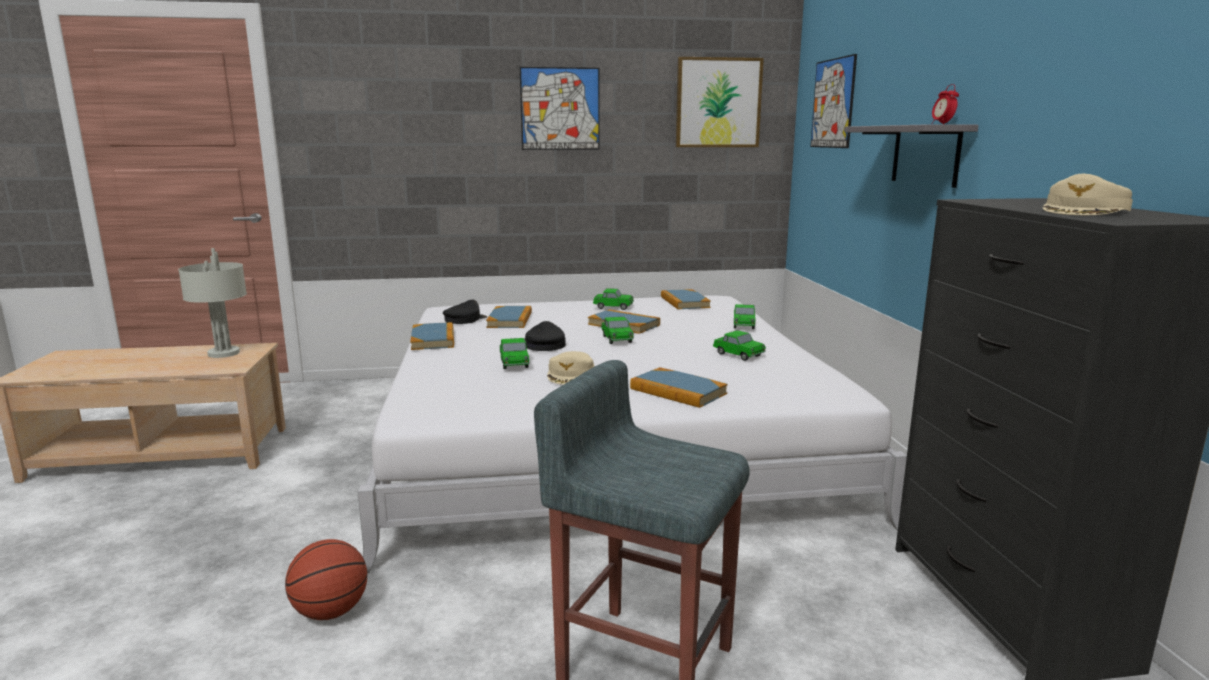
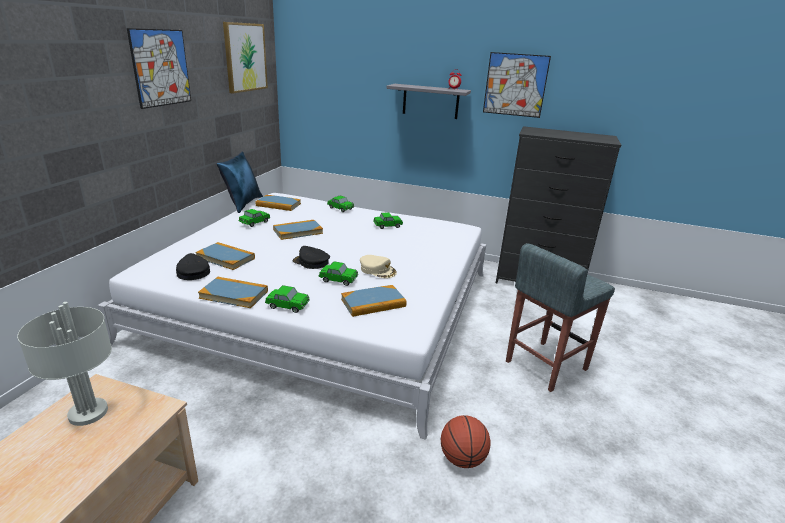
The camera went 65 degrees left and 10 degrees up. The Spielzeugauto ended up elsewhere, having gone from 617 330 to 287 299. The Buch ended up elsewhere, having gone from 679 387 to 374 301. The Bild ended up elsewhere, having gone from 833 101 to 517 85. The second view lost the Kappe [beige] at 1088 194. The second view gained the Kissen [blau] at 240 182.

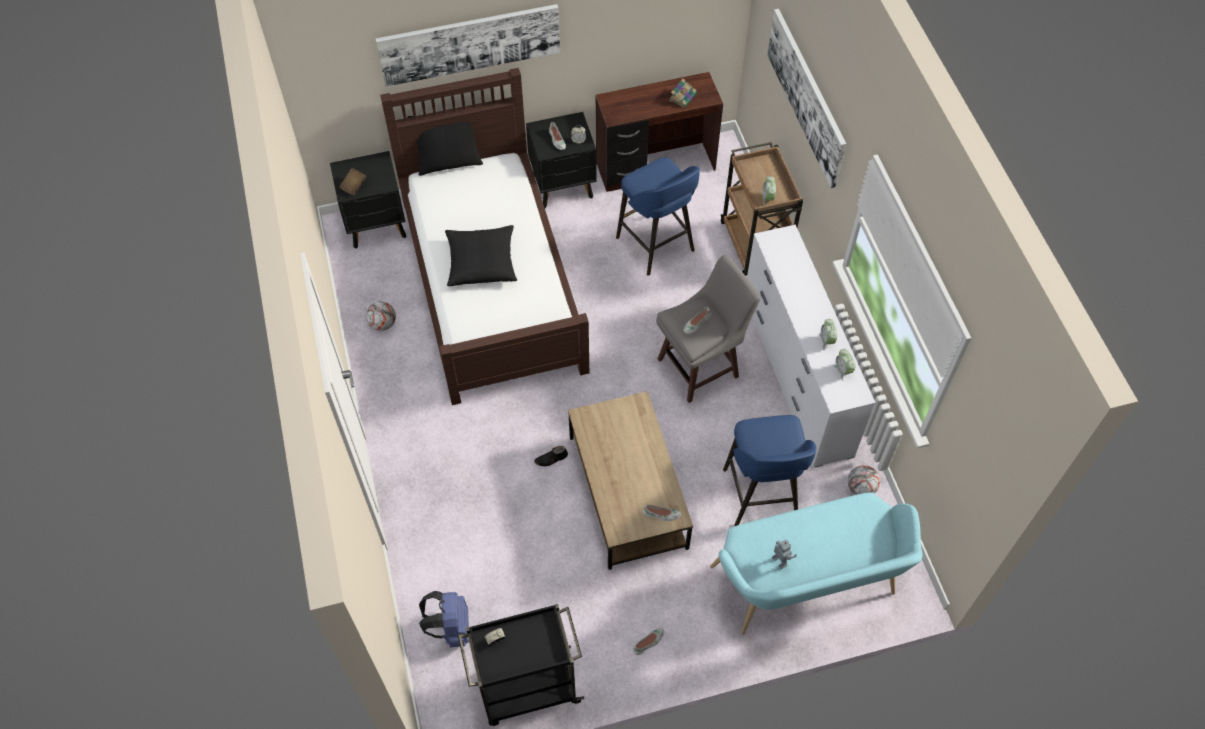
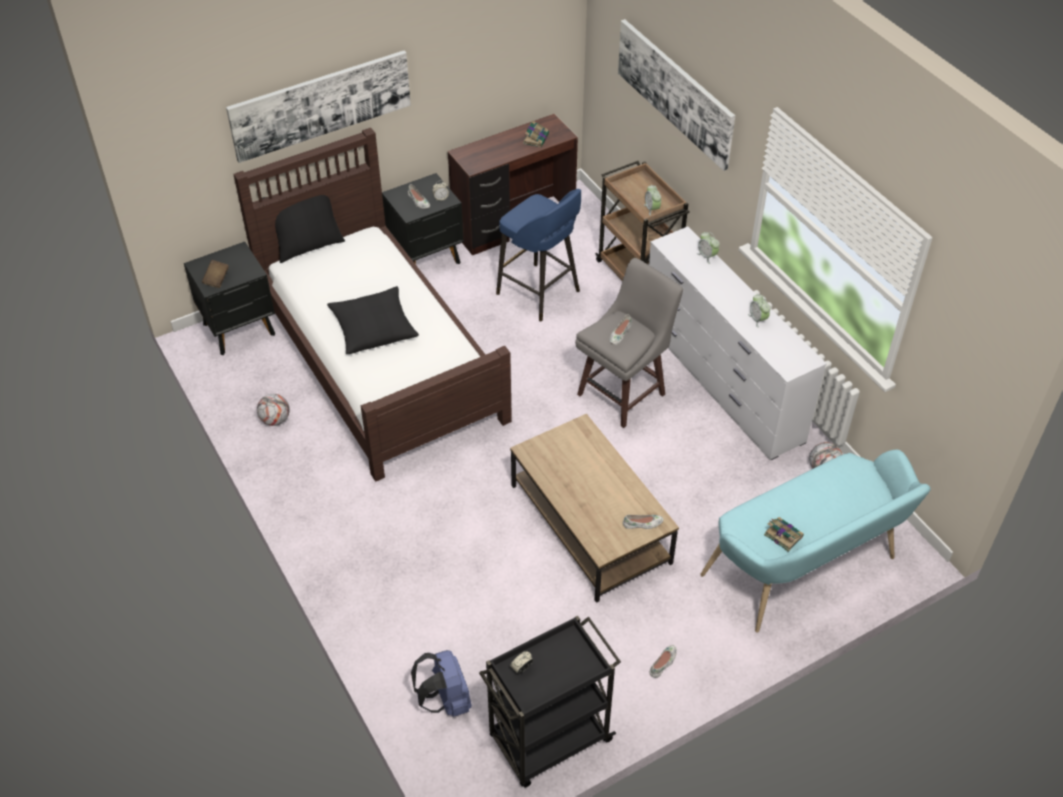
The camera went 15 degrees left and 10 degrees down. The second view lost the Schuh [schwarz] at 551 456. The second view lost the Hocker [blau] at 769 470. Where the Spielzeugroboter stood at 784 554, the Buch came to stand at 784 534. The Wecker ended up elsewhere, having gone from 845 364 to 708 248.

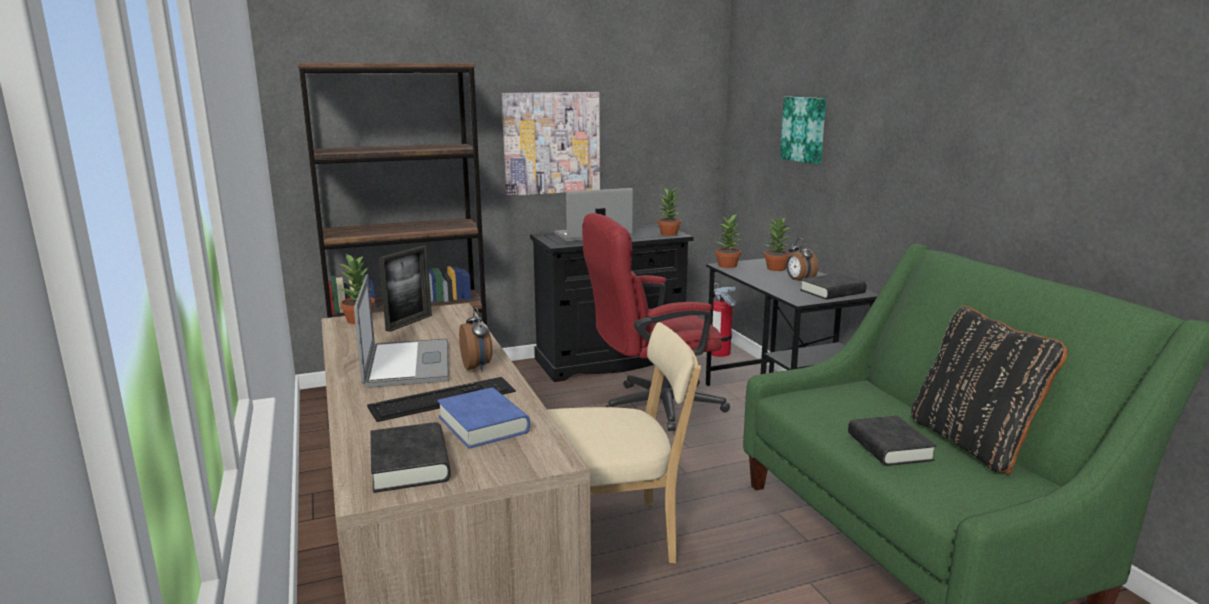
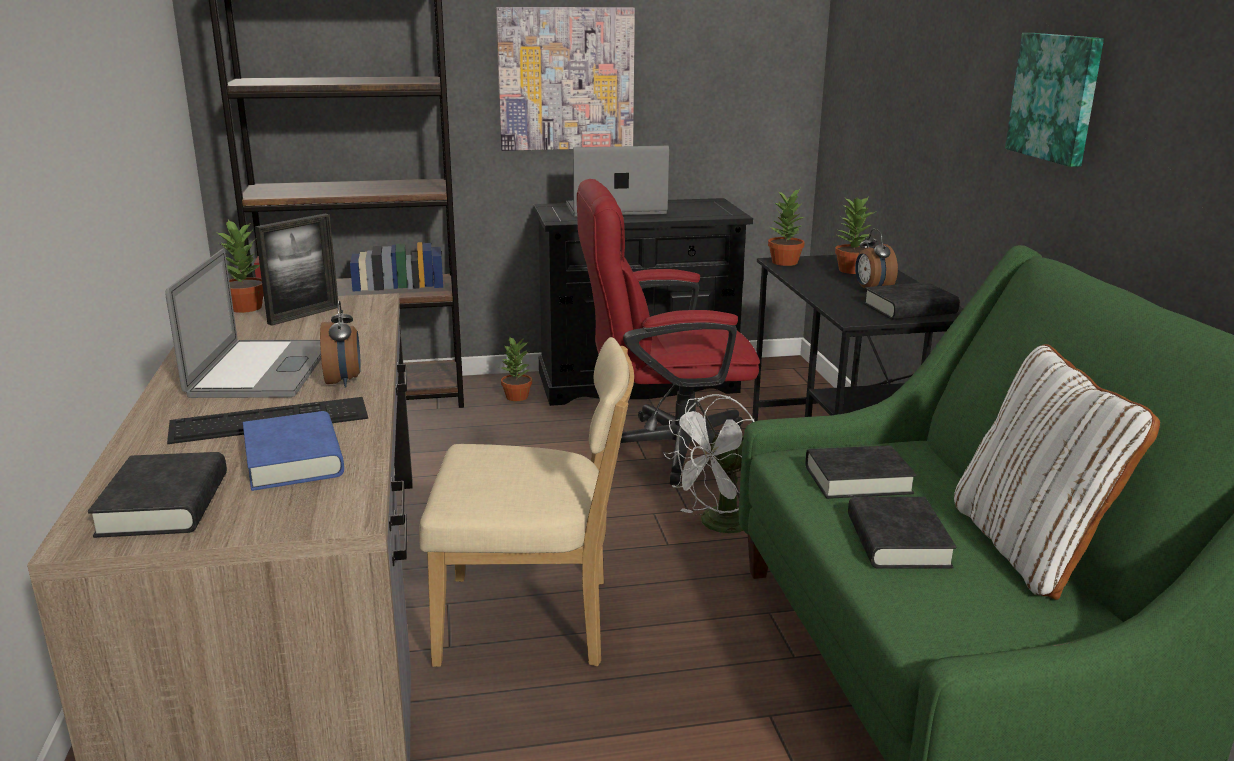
The camera went 10 degrees right and 5 degrees up. The Topfpflanze ended up elsewhere, having gone from 669 212 to 516 368. The second view lost the Feuerlöscher at 722 320. The Bild ended up elsewhere, having gone from 803 131 to 1054 100. What was the Kissen [schwarz] at 989 390 turned into the Kissen [weiß] at 1057 472. The second view gained the Ventilator [weiß] at 709 463. The second view gained the Buch [schwarz] at 860 472.

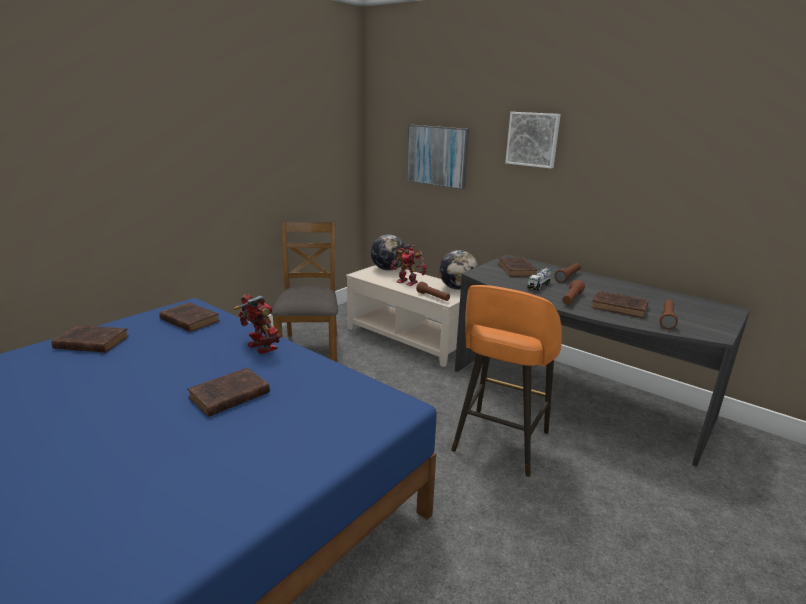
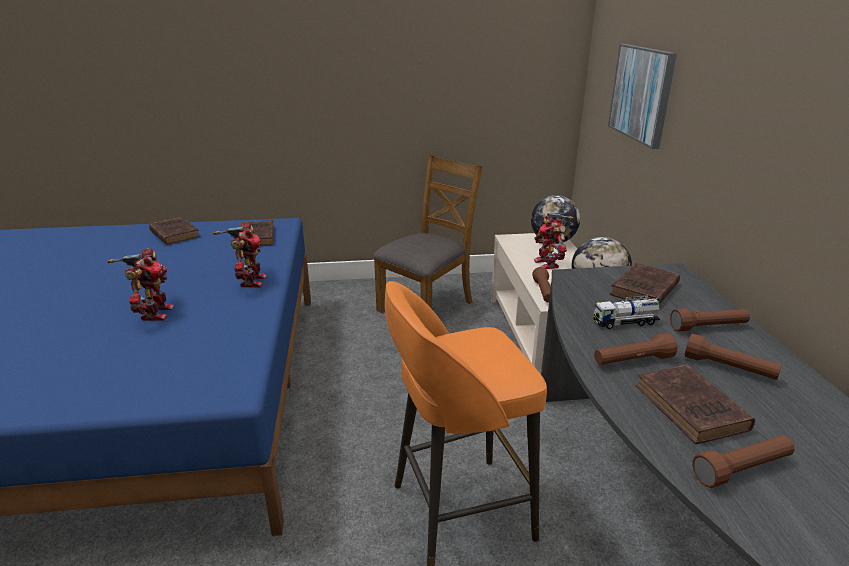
The camera went 45 degrees right and 5 degrees up. Where the Buch [braun] stood at 228 392, the Spielzeugroboter came to stand at 141 284. The second view lost the Bild at 533 140. The second view gained the Taschenlampe [braun] at 733 356.

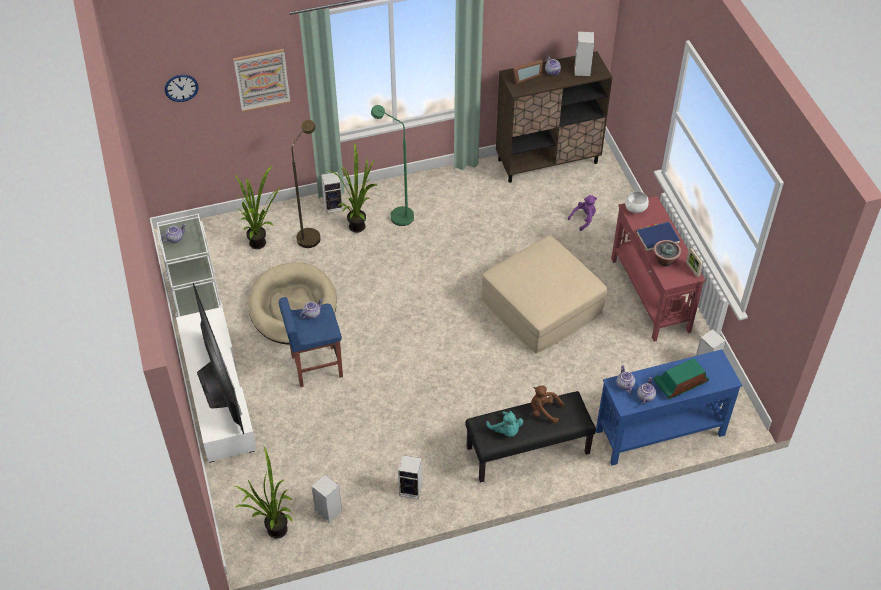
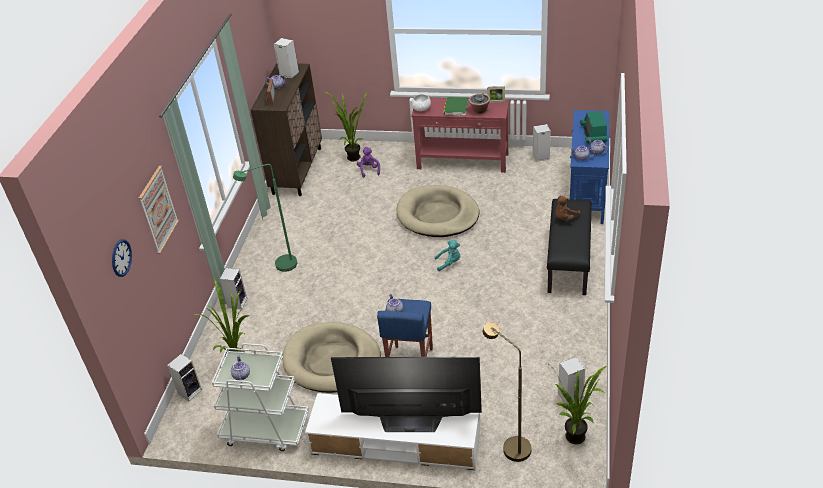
The camera went 60 degrees left and 10 degrees down. The Stehlampe [braun] ended up elsewhere, having gone from 305 184 to 507 392. The Topfpflanze ended up elsewhere, having gone from 353 188 to 346 126. The Lautsprecher ended up elsewhere, having gone from 410 477 to 184 377. Where the Polsterhocker [beige] stood at 544 295, the Hundebett [beige] came to stand at 438 211. The Plüschtier [türkis] ended up elsewhere, having gone from 504 424 to 447 255. What was the Buch [blau] at 658 236 turned into the Buch [grün] at 456 106.

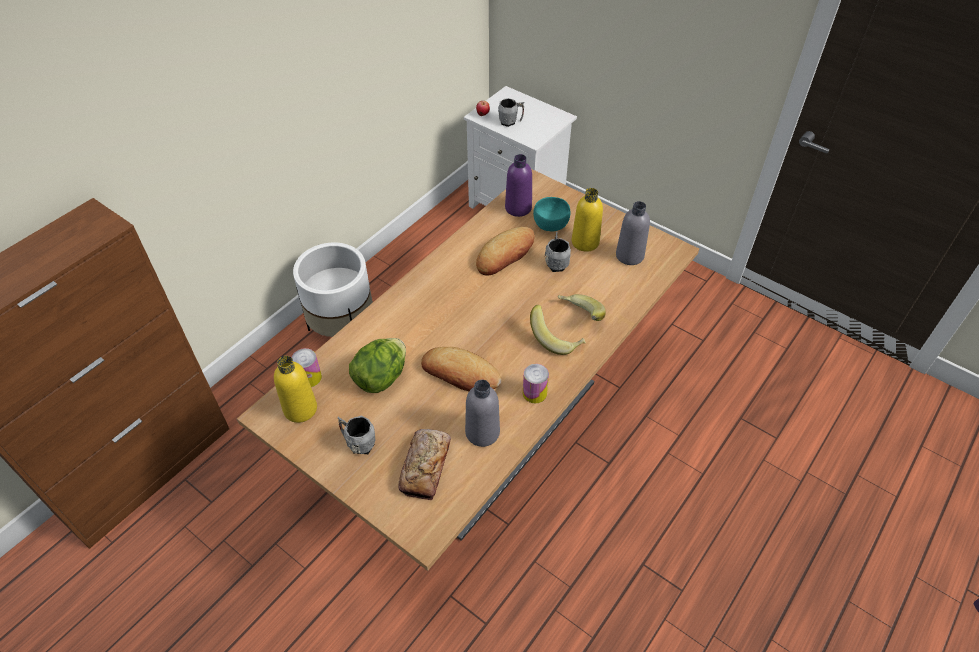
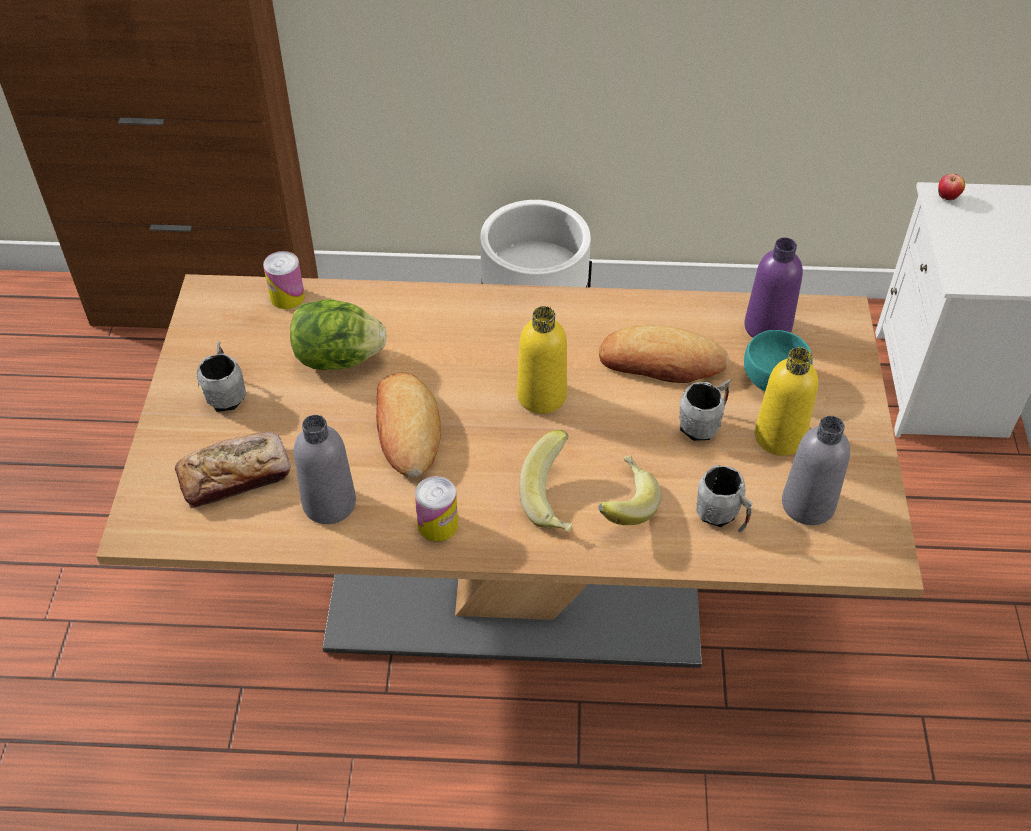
The camera went 55 degrees right and 0 degrees up. The Flasche [gelb] ended up elsewhere, having gone from 295 389 to 542 360. The Henkelbecher [grau] ended up elsewhere, having gone from 511 112 to 724 498.

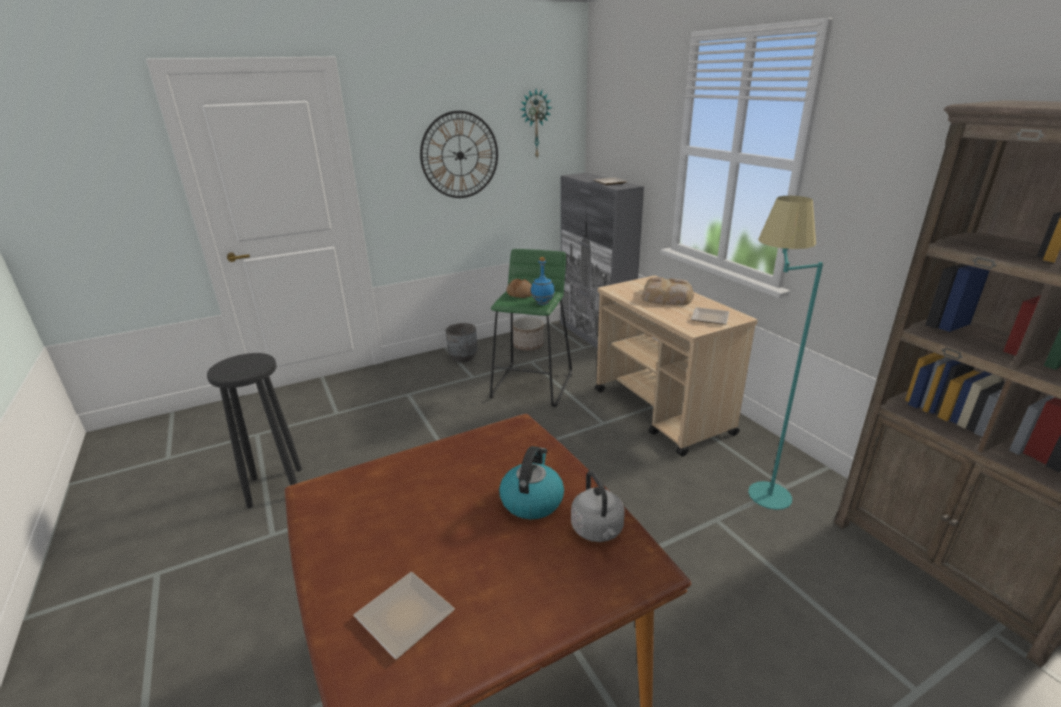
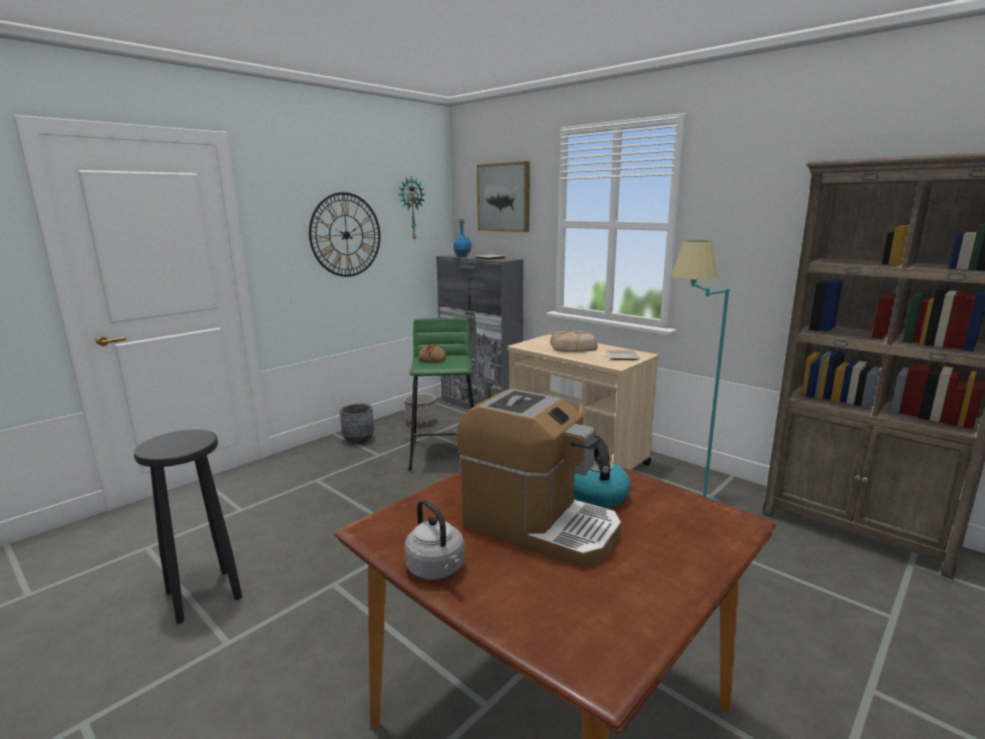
The camera went 20 degrees left and 10 degrees down. The second view lost the Teller at 404 615. The Flasche [blau] ended up elsewhere, having gone from 543 281 to 462 238. The Wasserkessel [grau] ended up elsewhere, having gone from 597 506 to 434 539. The second view gained the Kaffeemaschine at 539 478. The second view gained the Bild at 503 196.

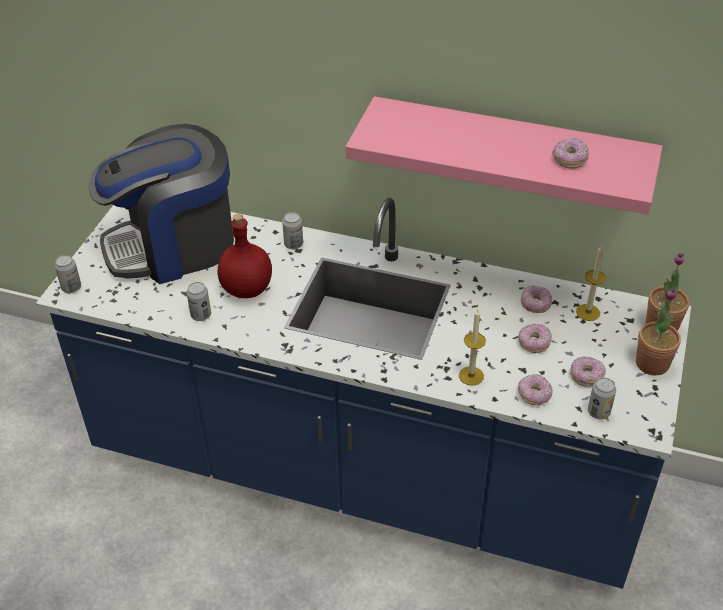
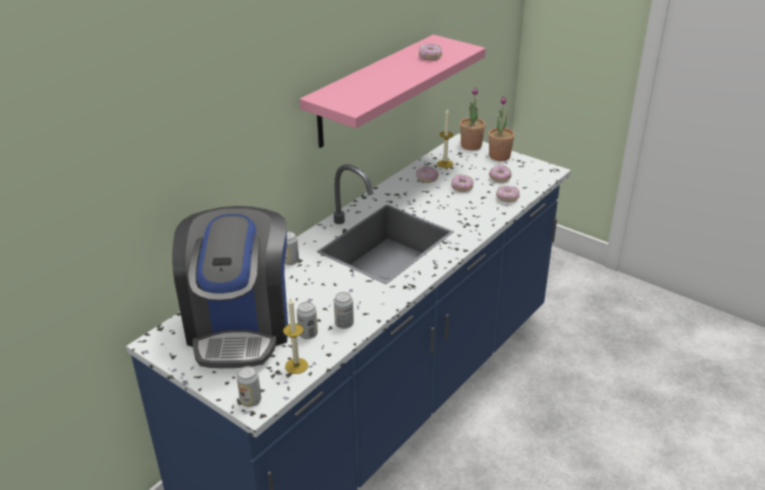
The camera went 70 degrees left and 10 degrees down. The second view lost the Flasche [rot] at 245 256. The Kerze ended up elsewhere, having gone from 472 347 to 295 335. The Dose ended up elsewhere, having gone from 602 398 to 307 320.

